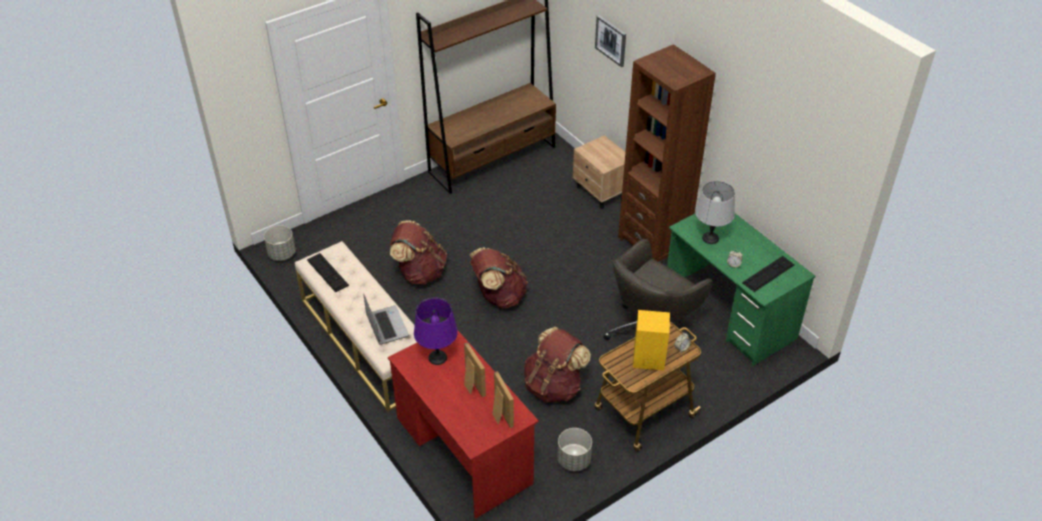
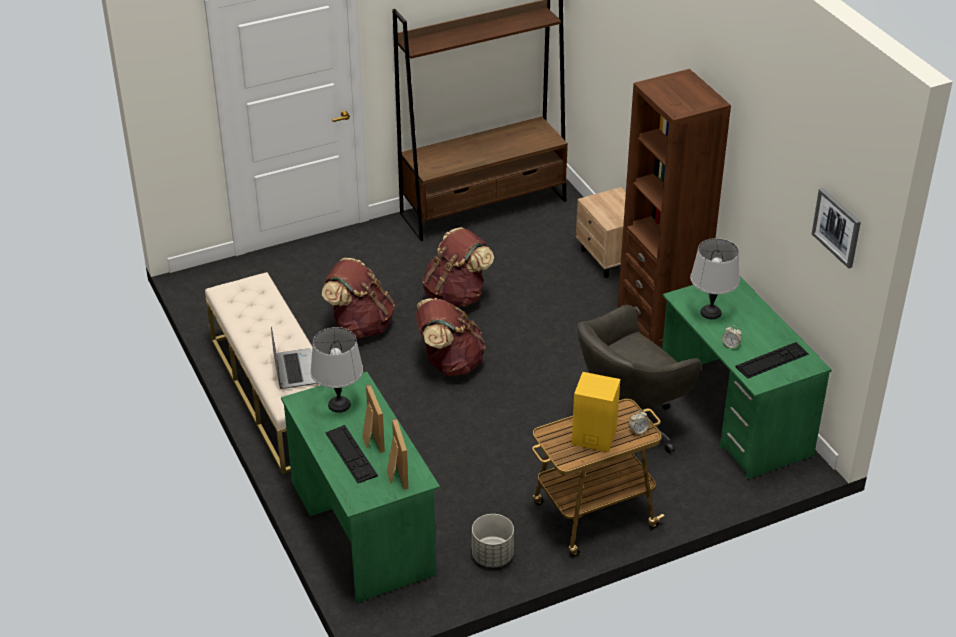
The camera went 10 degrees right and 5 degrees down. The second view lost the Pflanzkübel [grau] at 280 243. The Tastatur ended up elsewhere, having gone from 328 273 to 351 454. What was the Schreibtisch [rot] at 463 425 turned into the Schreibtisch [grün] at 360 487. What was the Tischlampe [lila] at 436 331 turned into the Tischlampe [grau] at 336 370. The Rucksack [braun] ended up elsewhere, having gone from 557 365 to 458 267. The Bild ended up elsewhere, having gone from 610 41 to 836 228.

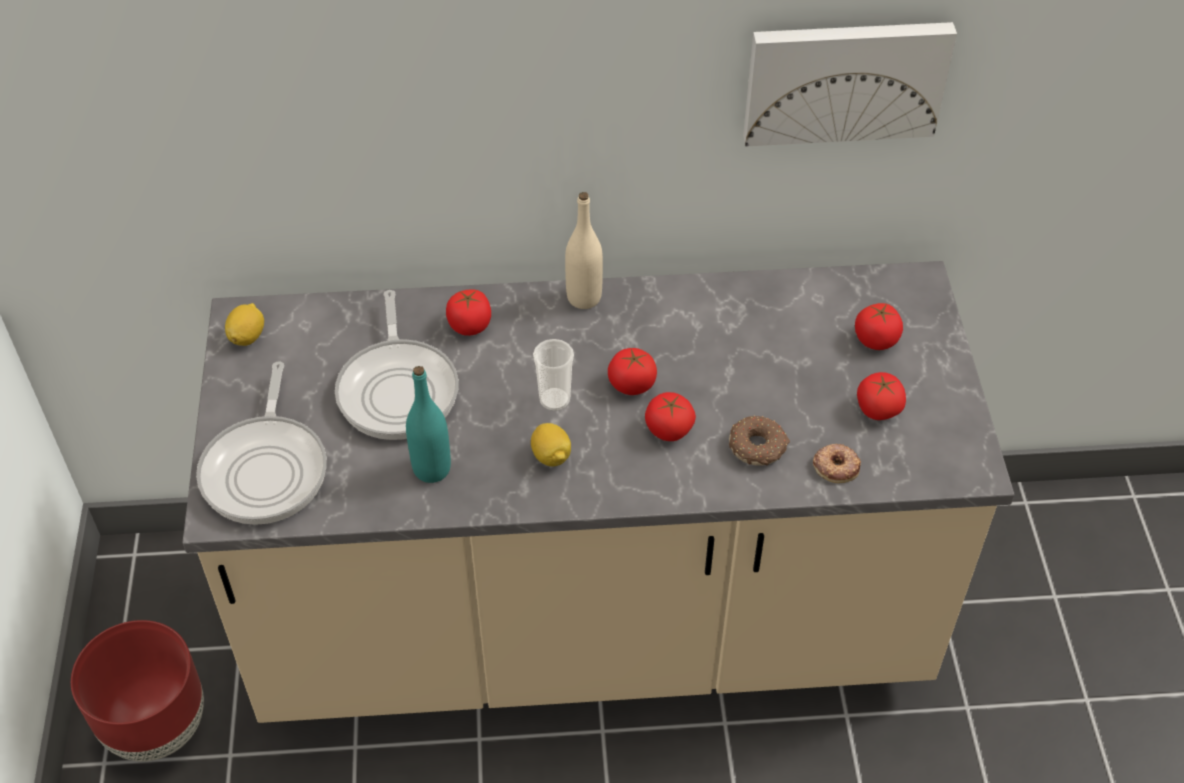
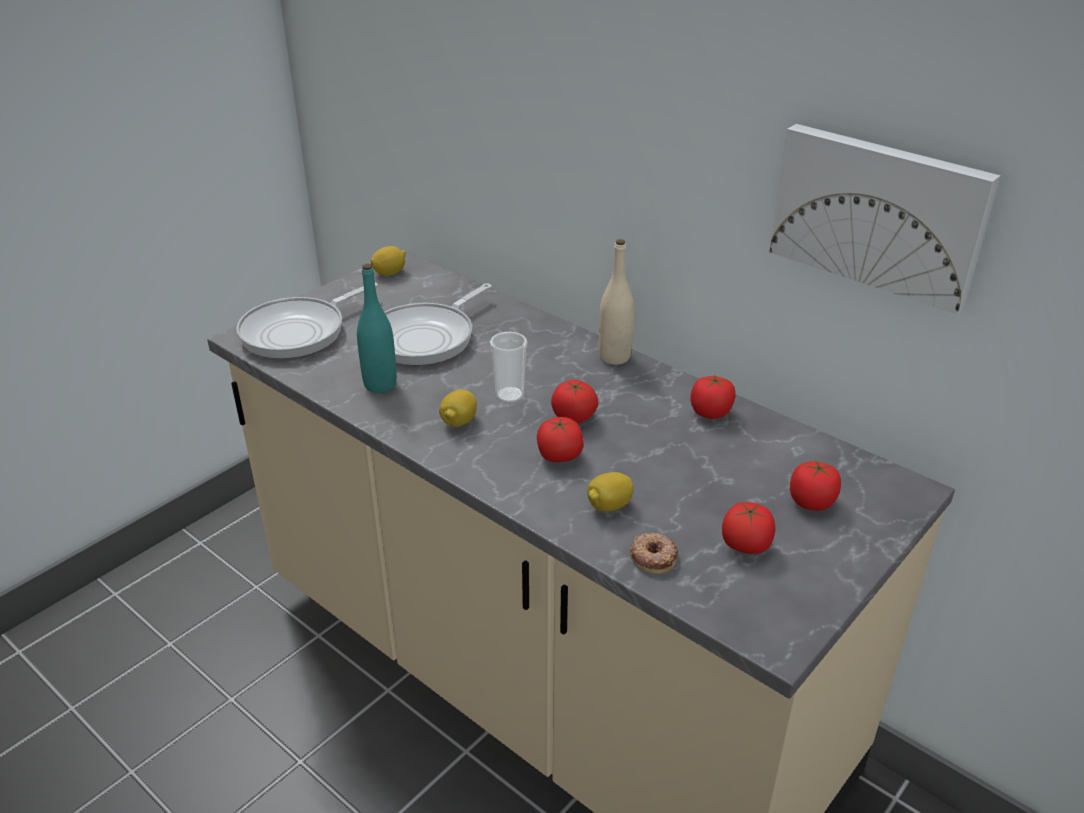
The camera went 45 degrees right and 15 degrees down. The second view lost the Pflanzkübel [rot] at 137 691. The Tomate ended up elsewhere, having gone from 468 312 to 713 397. Where the Donut stood at 759 440, the Zitrone came to stand at 610 492.

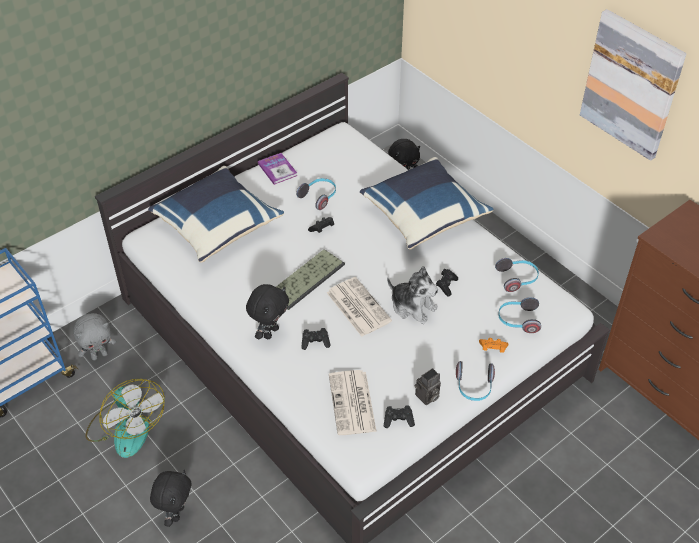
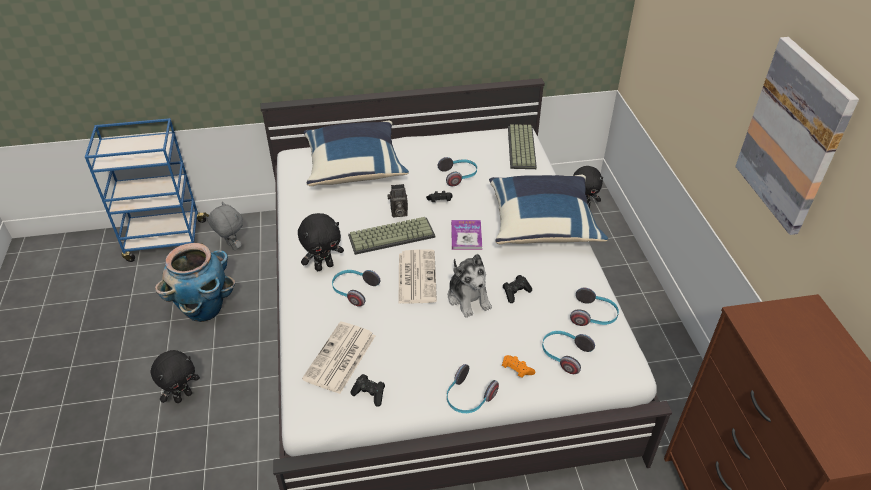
The camera went 30 degrees right and 5 degrees down. The Plüschtier [grau] at 94 337 ended up facing another way, 135 degrees counterclockwise from before. Where the Ventilator stood at 125 418, the Pflanzkübel came to stand at 195 282. The Buch ended up elsewhere, having gone from 278 169 to 466 235. Where the Gamepad [schwarz] stood at 316 339, the Kopfhörer came to stand at 356 288. The Kamera ended up elsewhere, having gone from 428 386 to 397 200. The second view gained the Tastatur at 522 146.

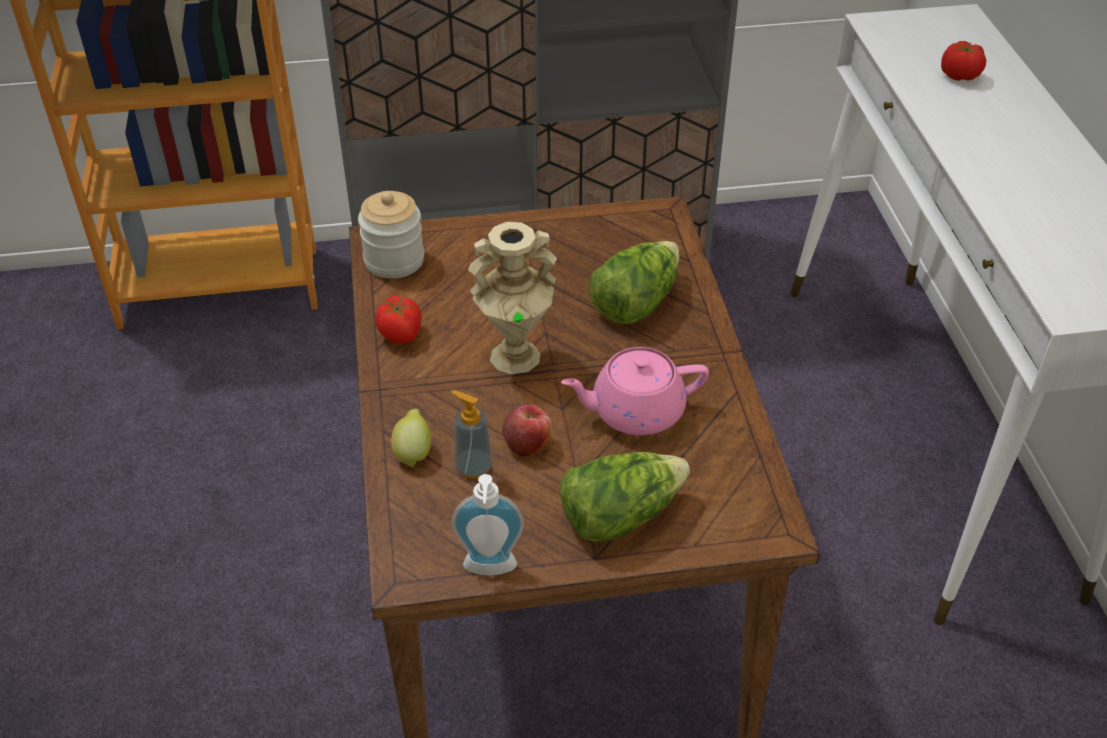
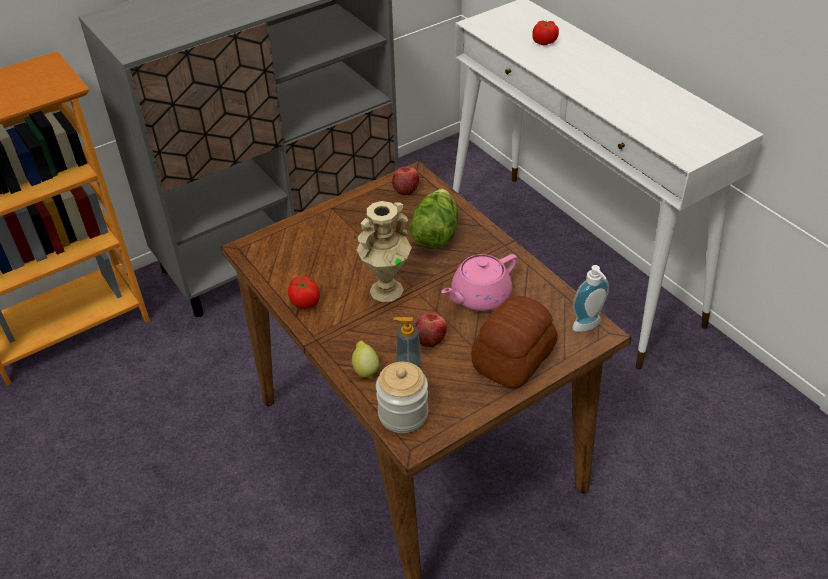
The camera went 25 degrees left and 0 degrees up. The Vorratsglas ended up elsewhere, having gone from 391 235 to 402 397. The Seifenspender ended up elsewhere, having gone from 488 525 to 590 298. Where the Salatkopf stood at 625 497, the Brot came to stand at 514 342. The second view gained the Apfel at 405 181.

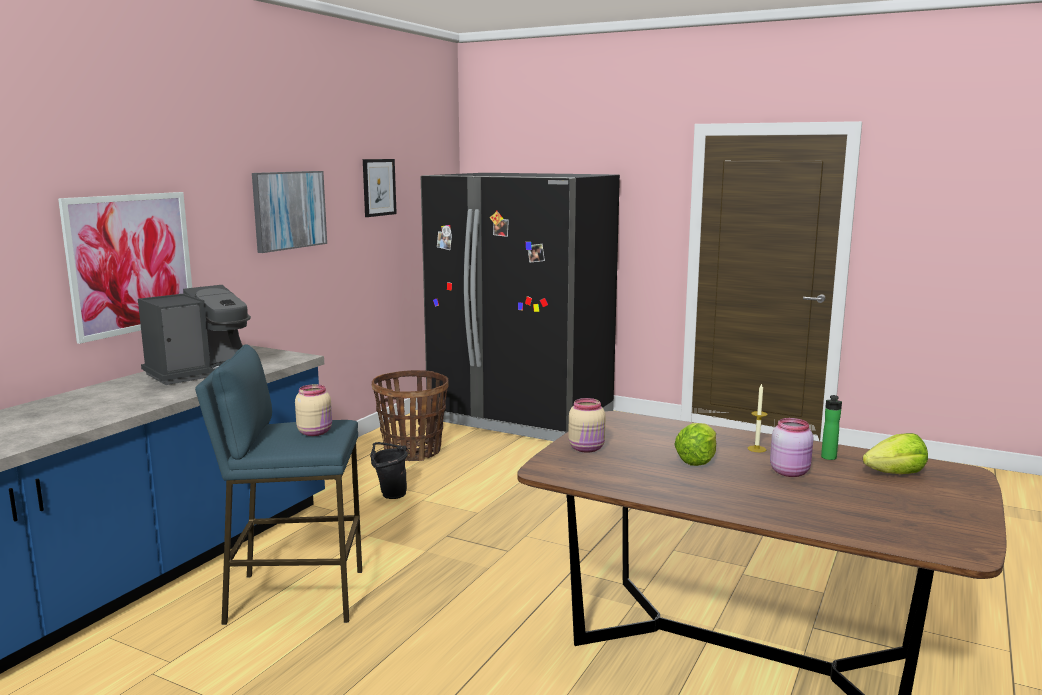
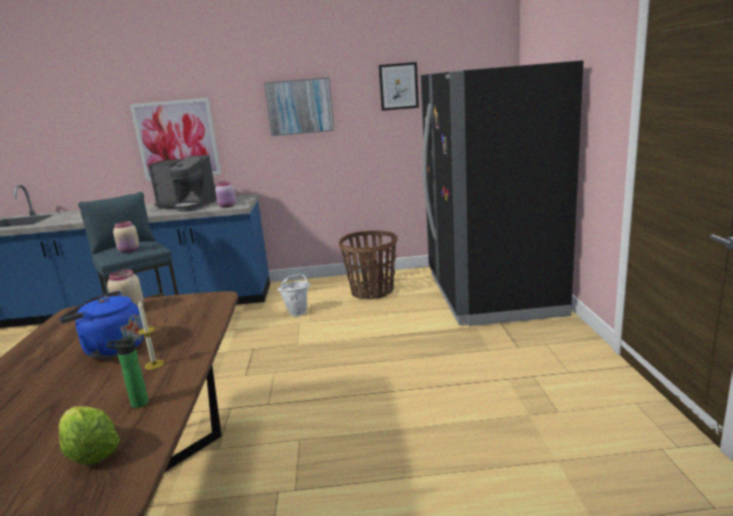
The camera went 60 degrees right and 5 degrees up. What was the Eimer [schwarz] at 389 470 turned into the Eimer [weiß] at 294 295. Where the Salatkopf stood at 695 444, the Wasserkessel [blau] came to stand at 101 325. The Vorratsglas [rosa] ended up elsewhere, having gone from 791 447 to 225 194.

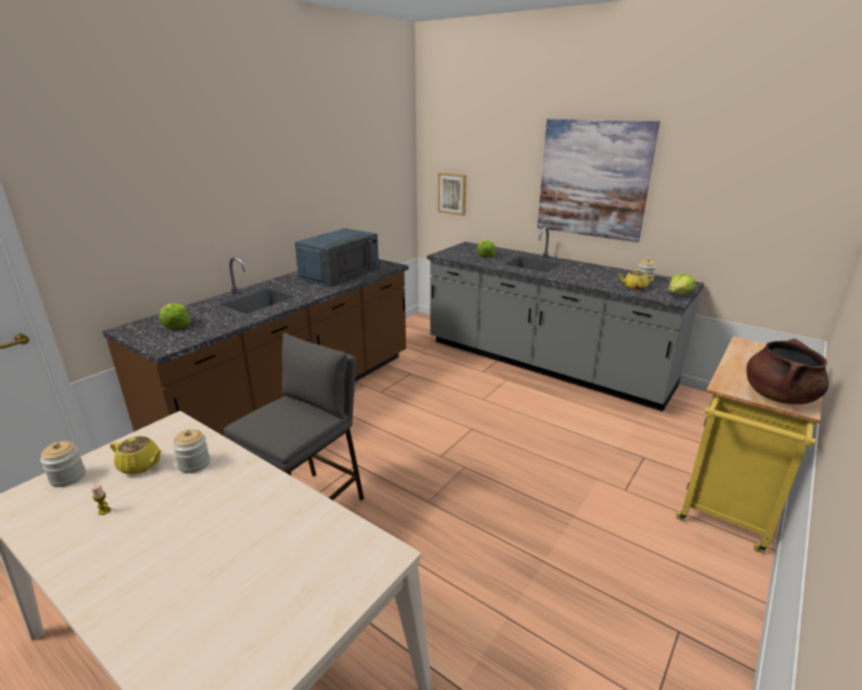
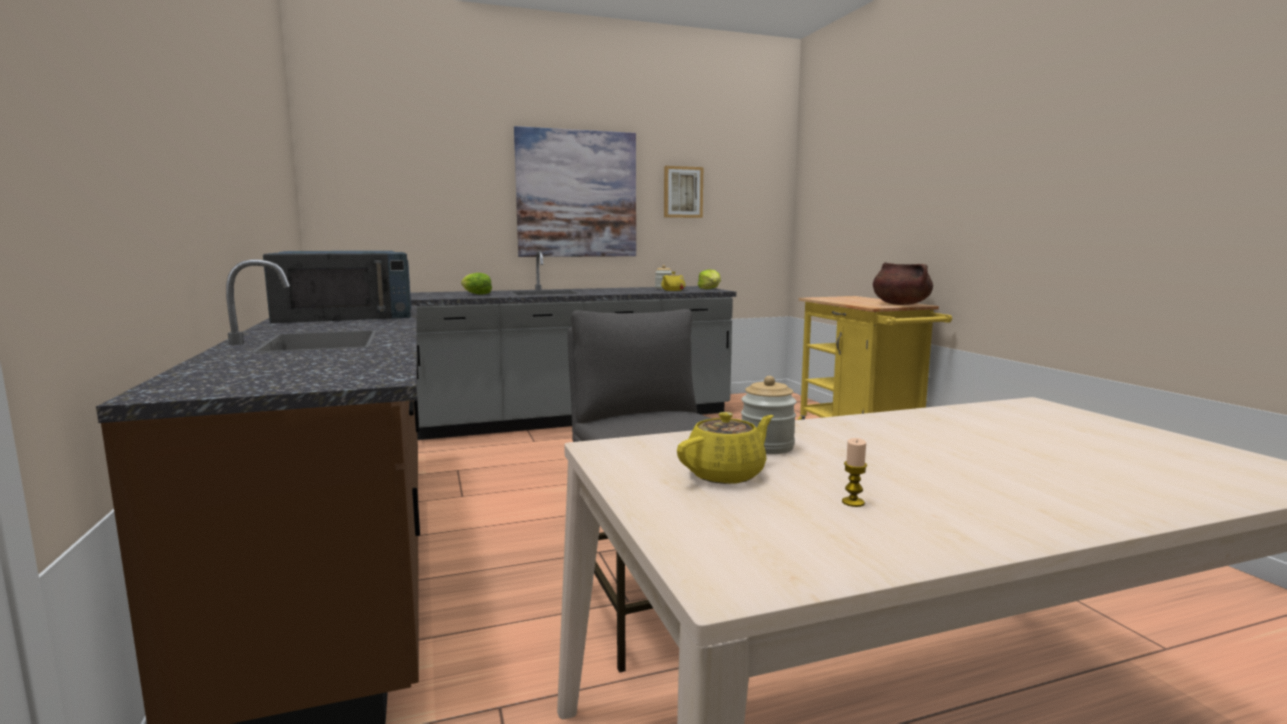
The camera went 55 degrees left and 15 degrees down. The second view lost the Vorratsglas at 63 464. The second view lost the Salatkopf at 175 316. The Mikrowelle [blau] at 337 257 ended up facing another way, 90 degrees clockwise from before. The Bild ended up elsewhere, having gone from 452 194 to 683 192.

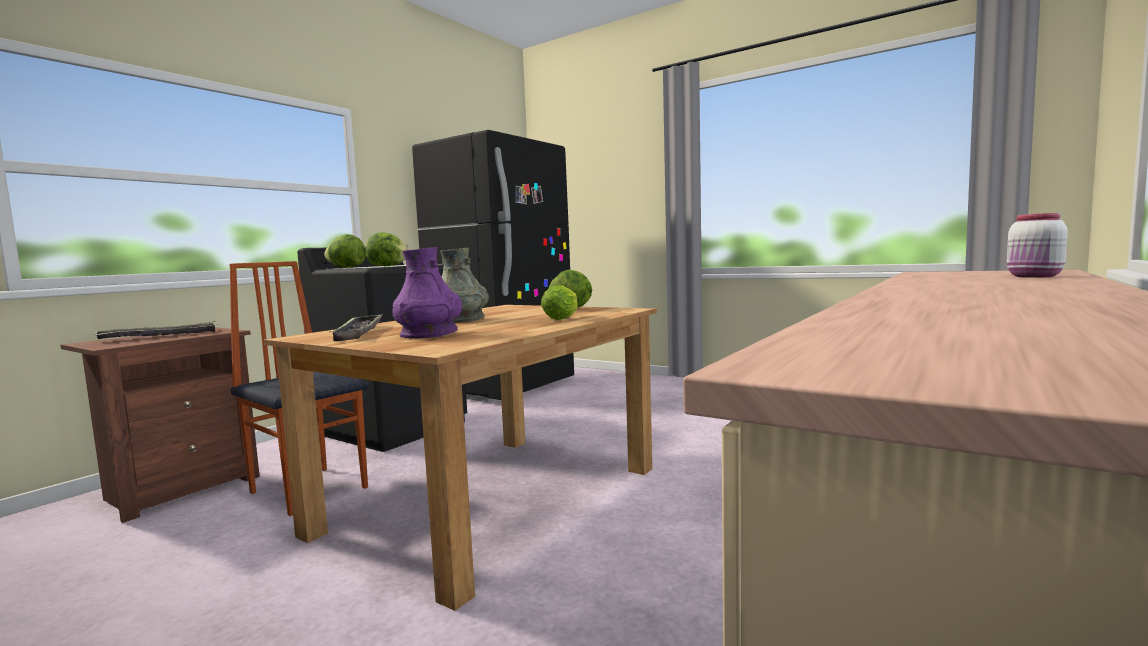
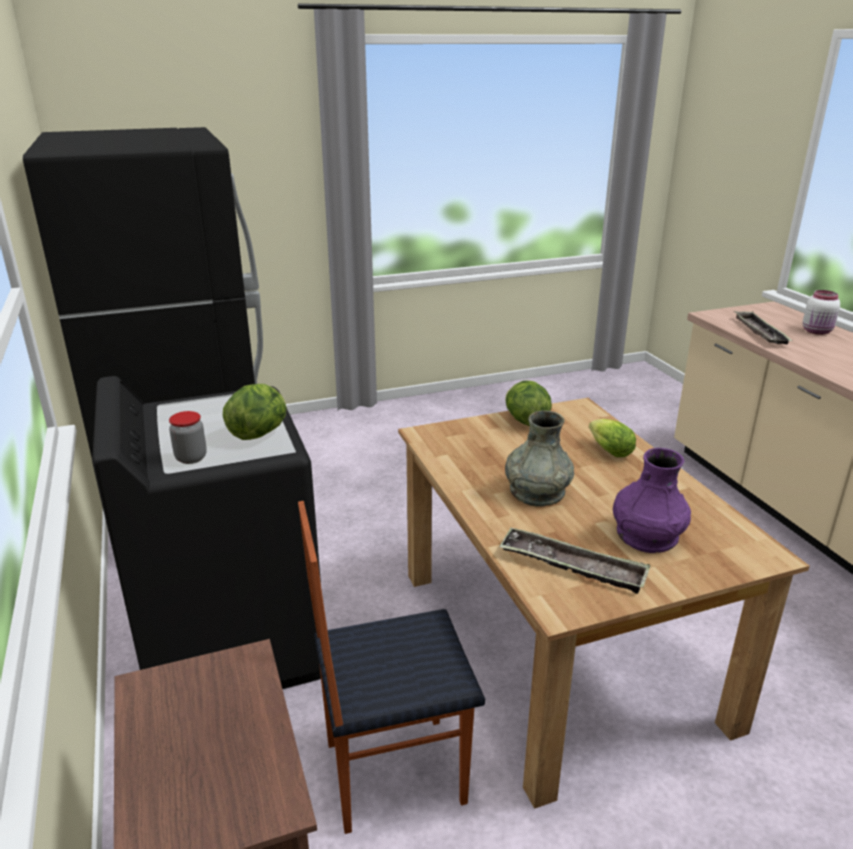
The camera went 55 degrees left and 20 degrees up. The Tablett ended up elsewhere, having gone from 156 330 to 763 327. Where the Salatkopf stood at 345 251, the Vorratsglas came to stand at 188 437.

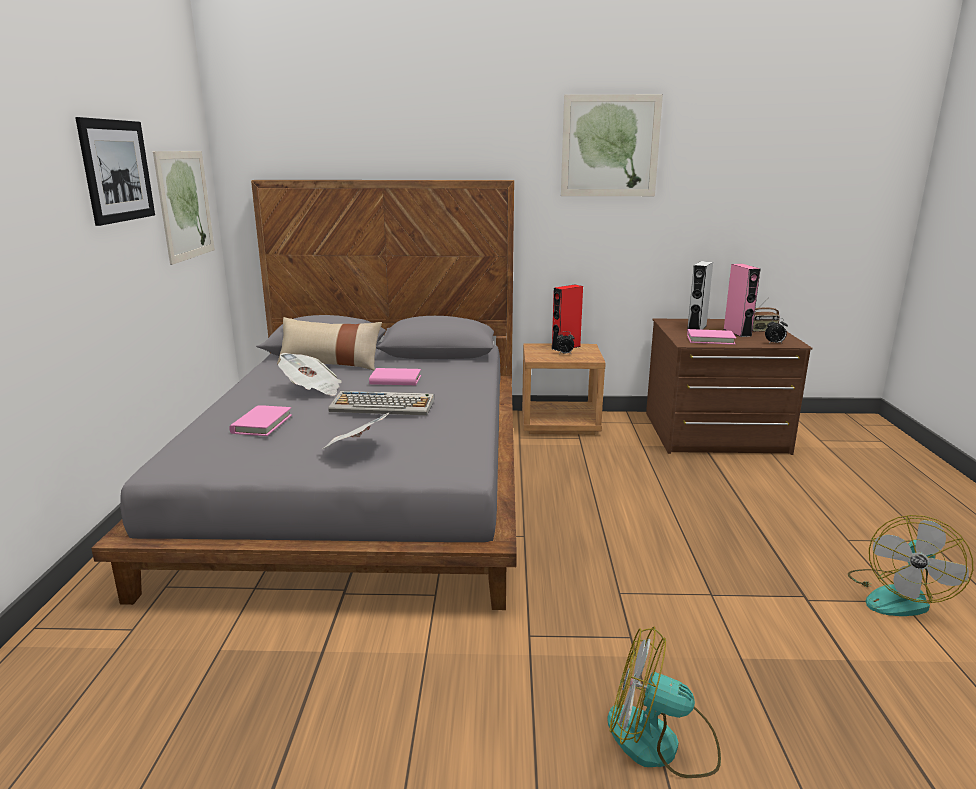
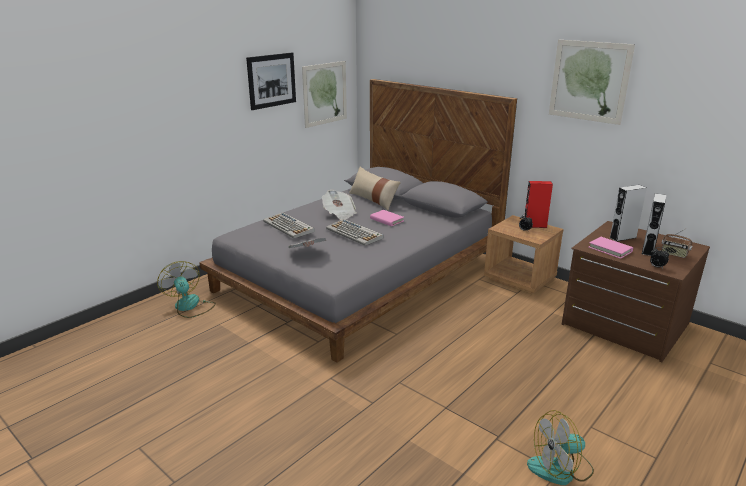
The camera went 40 degrees right and 5 degrees up. Where the Buch [rosa] stood at 260 420, the Tastatur came to stand at 289 225. The Ventilator ended up elsewhere, having gone from 664 702 to 186 289. What was the Lautsprecher [rosa] at 742 300 turned into the Lautsprecher [grau] at 654 224.

